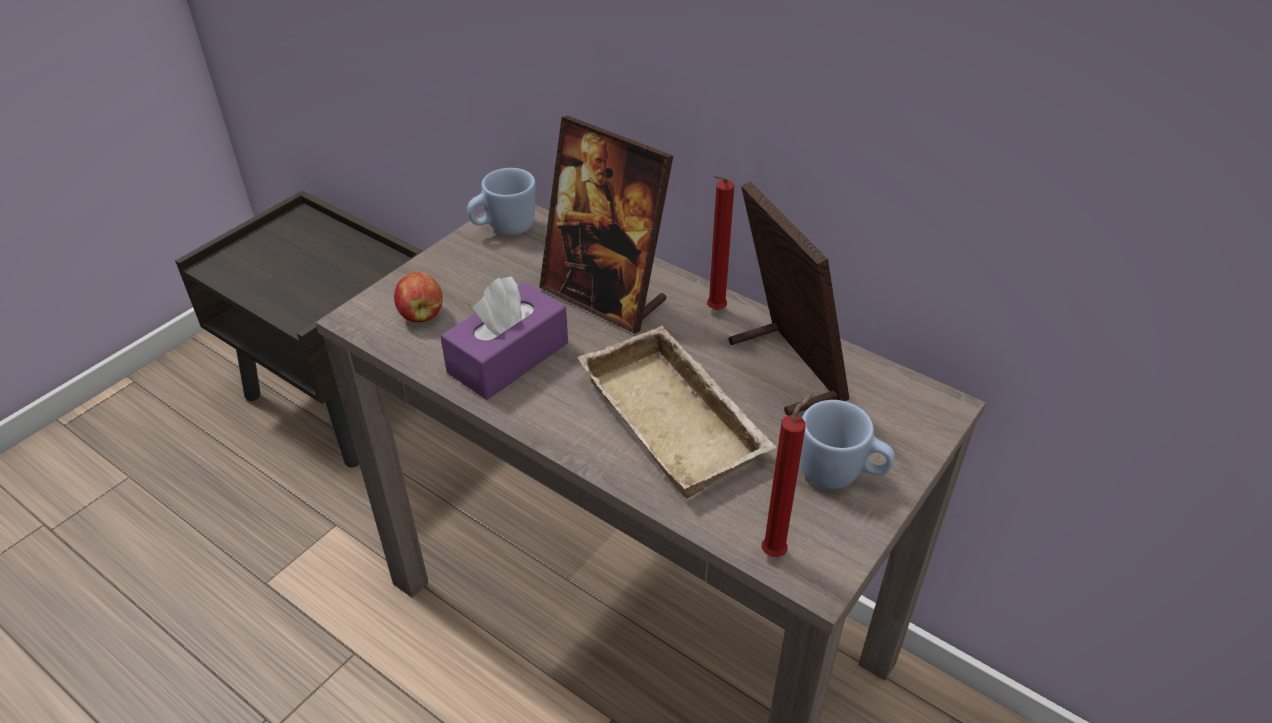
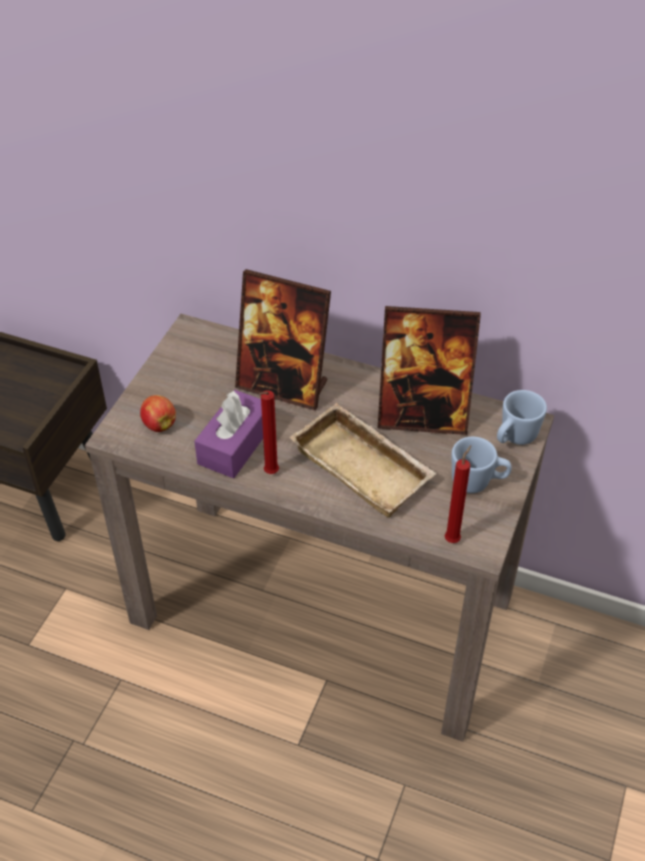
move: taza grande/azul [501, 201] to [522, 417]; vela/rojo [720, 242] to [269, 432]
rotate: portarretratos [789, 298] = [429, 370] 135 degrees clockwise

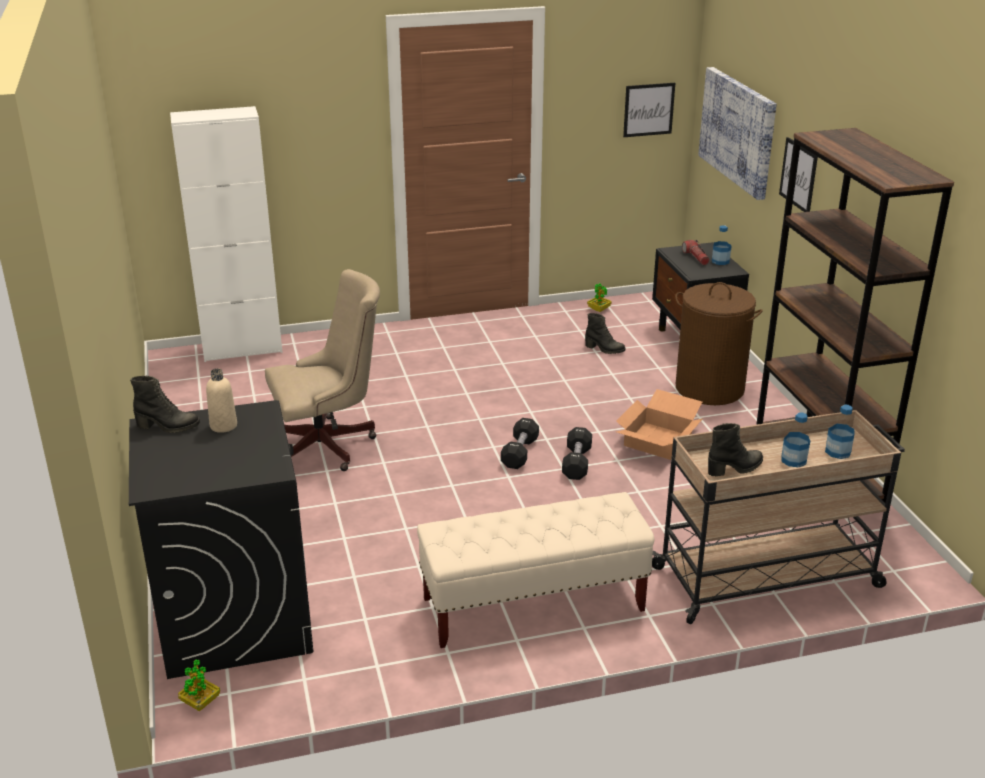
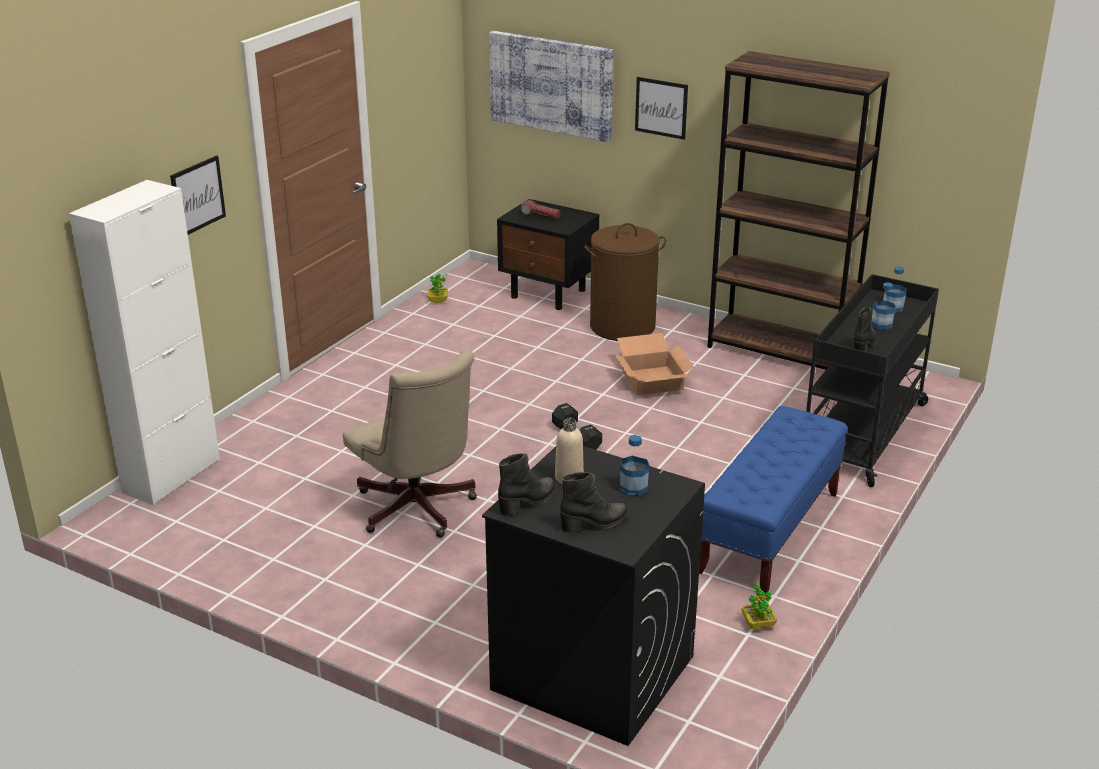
delete: mancuerna/negro [577, 453]
move: planta en maceta [199, 685] to [759, 606]; bota/negro [605, 333] to [594, 502]; cuadro [649, 110] to [198, 195]; botella [722, 245] to [634, 465]
recolor: banco/beis [535, 570] to banco/azul [773, 499]; carrito/beis [778, 517] to carrito/negro [872, 380]
rotate: silla de oficina/beis [322, 370] = [410, 443] 120 degrees clockwise

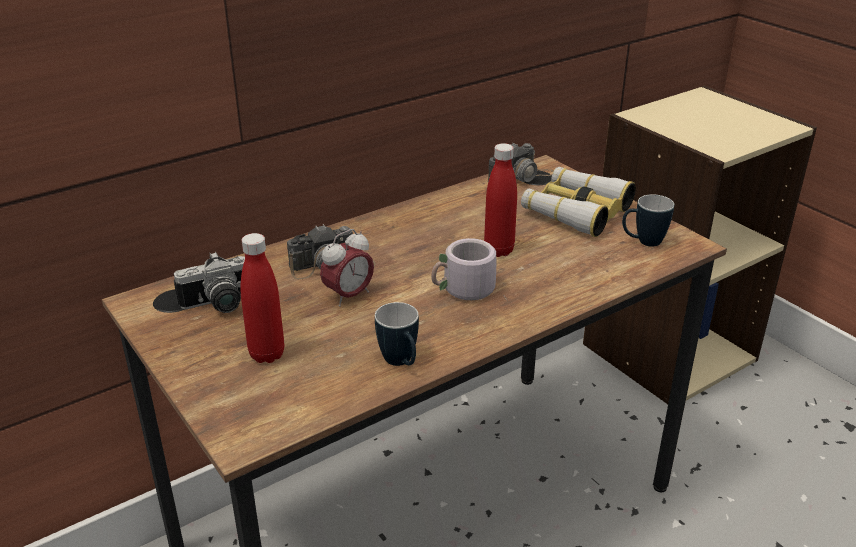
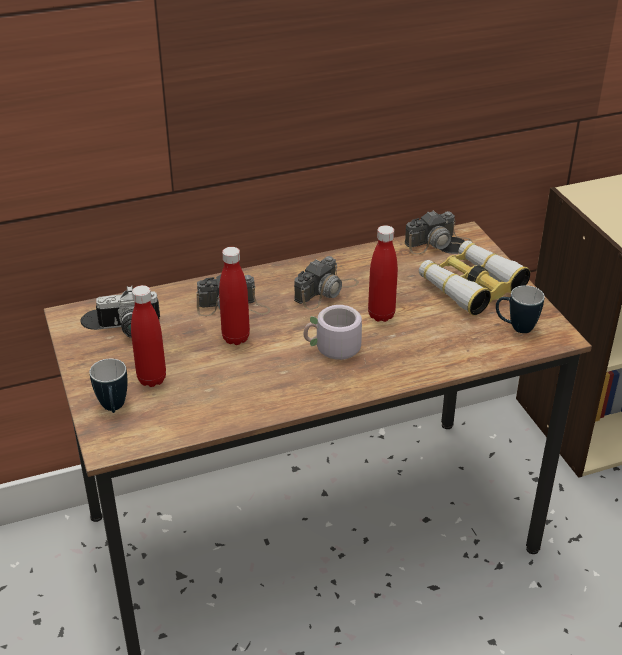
insert: cámara [326, 283]
move: taza grande [397, 334] to [108, 386]
replace: despertador [347, 268] to botella/rojo [234, 296]

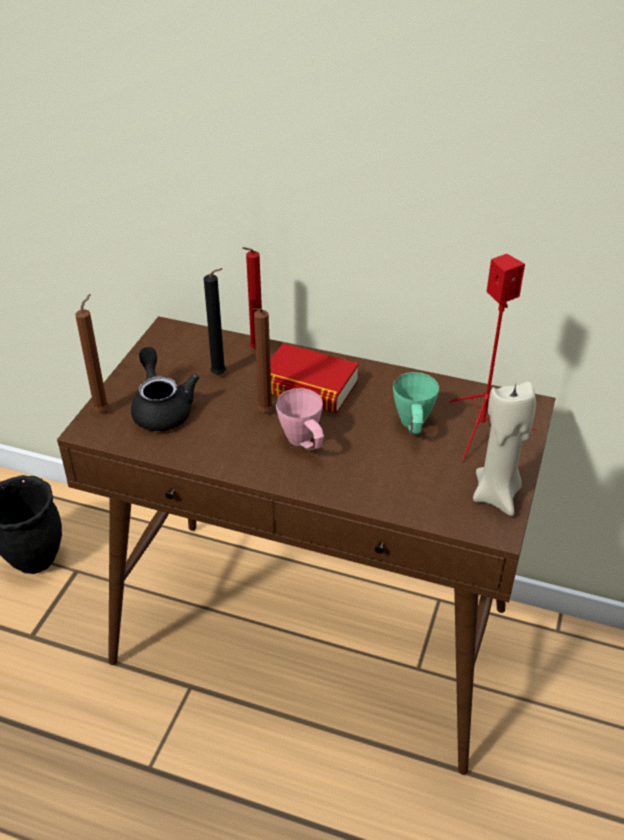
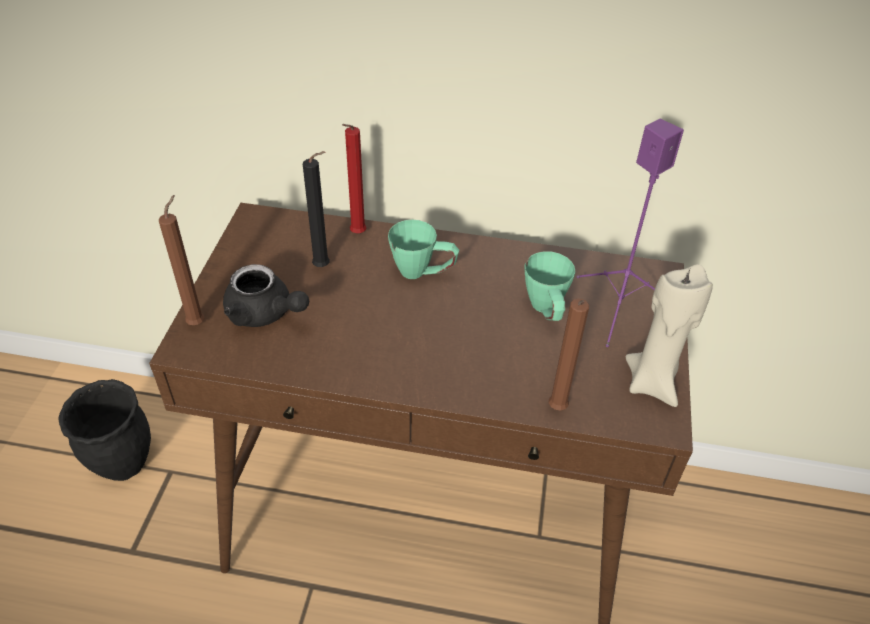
delete: taza grande/rosa [300, 419]
move: vela/marrón [263, 360] to [569, 355]
replace: libro [314, 378] to taza grande/verde [423, 249]
recolor: altavoz/rojo [492, 358] to altavoz/morado [630, 233]
rotate: tetera/negro [165, 389] = [266, 295] 150 degrees clockwise

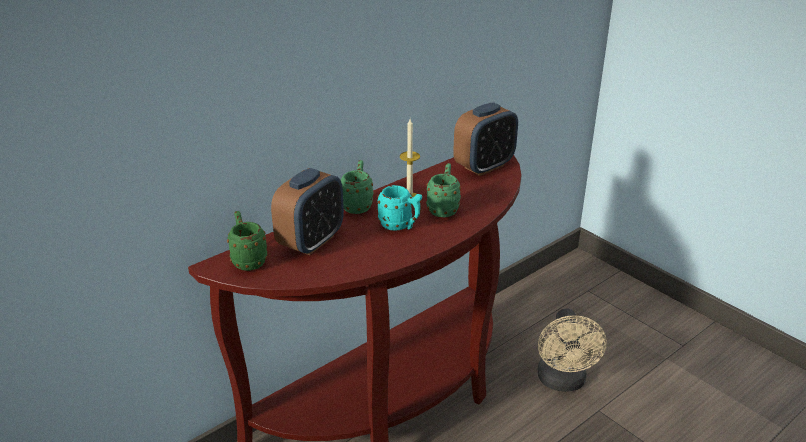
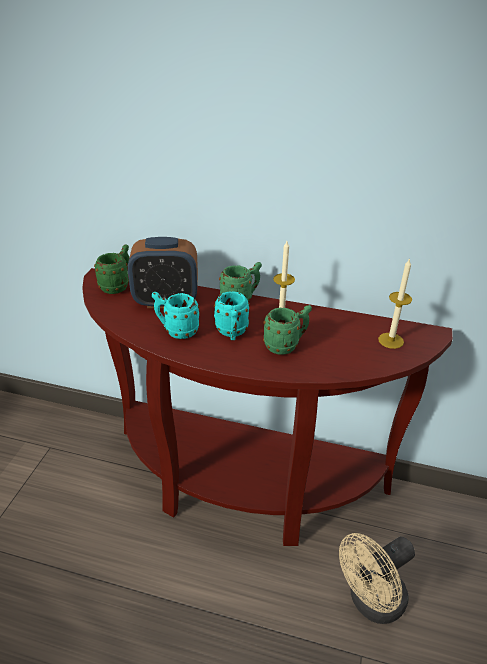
insert: taza grande/turquesa [176, 315]
replace: despertador [485, 139] to vela [395, 303]

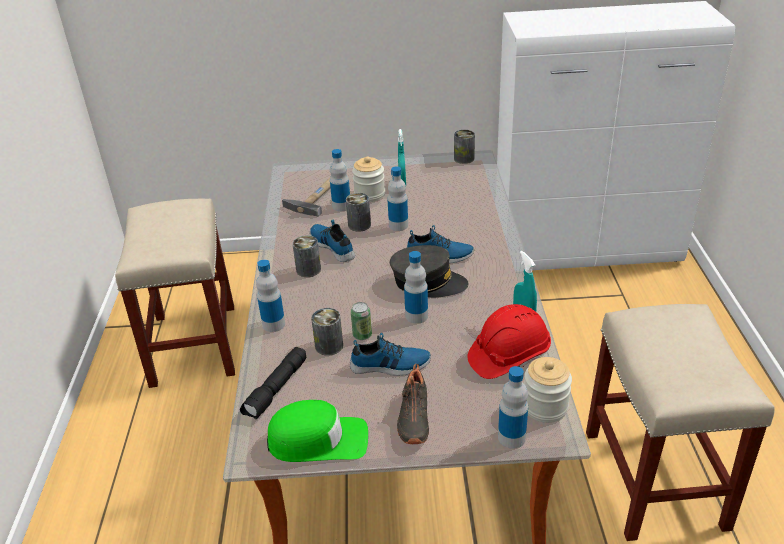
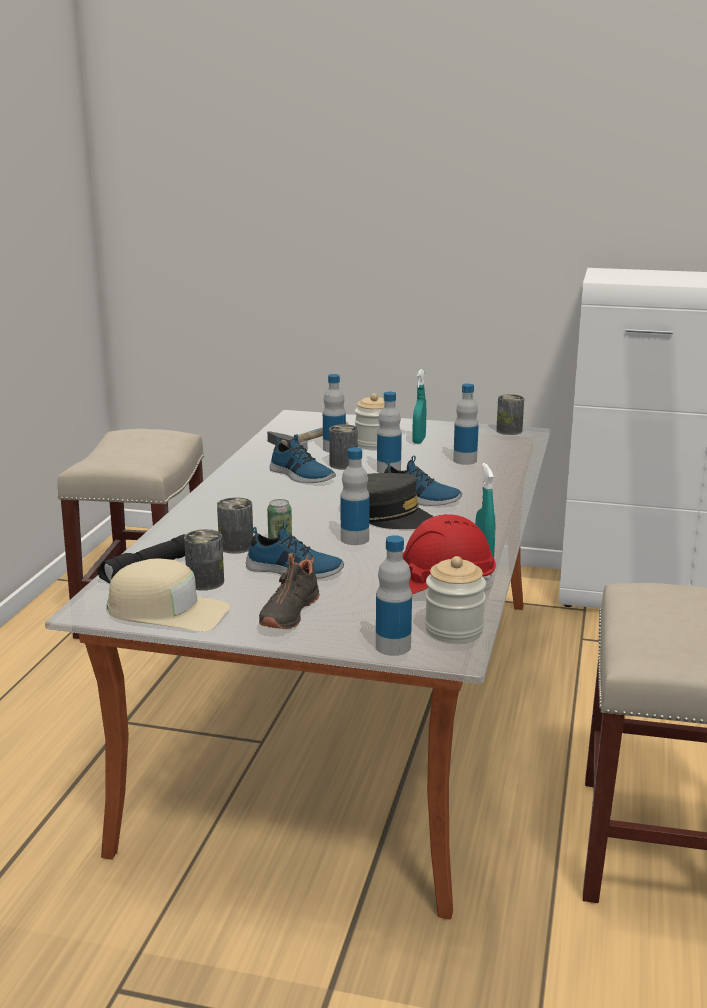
move: botella [270, 296] to [466, 424]; lata [306, 256] to [204, 559]
recolor: gorra/verde [317, 431] to gorra/beis [169, 595]
rotate: zapato [332, 241] = [303, 458] 150 degrees clockwise

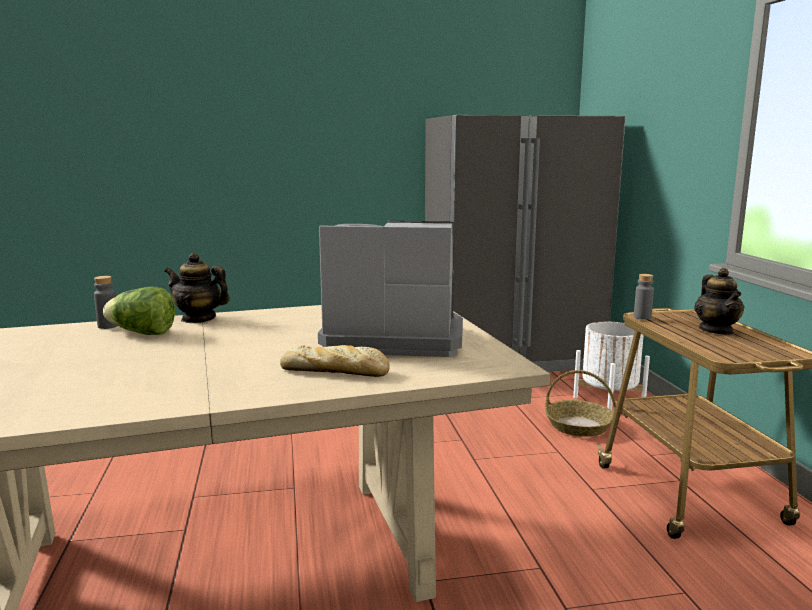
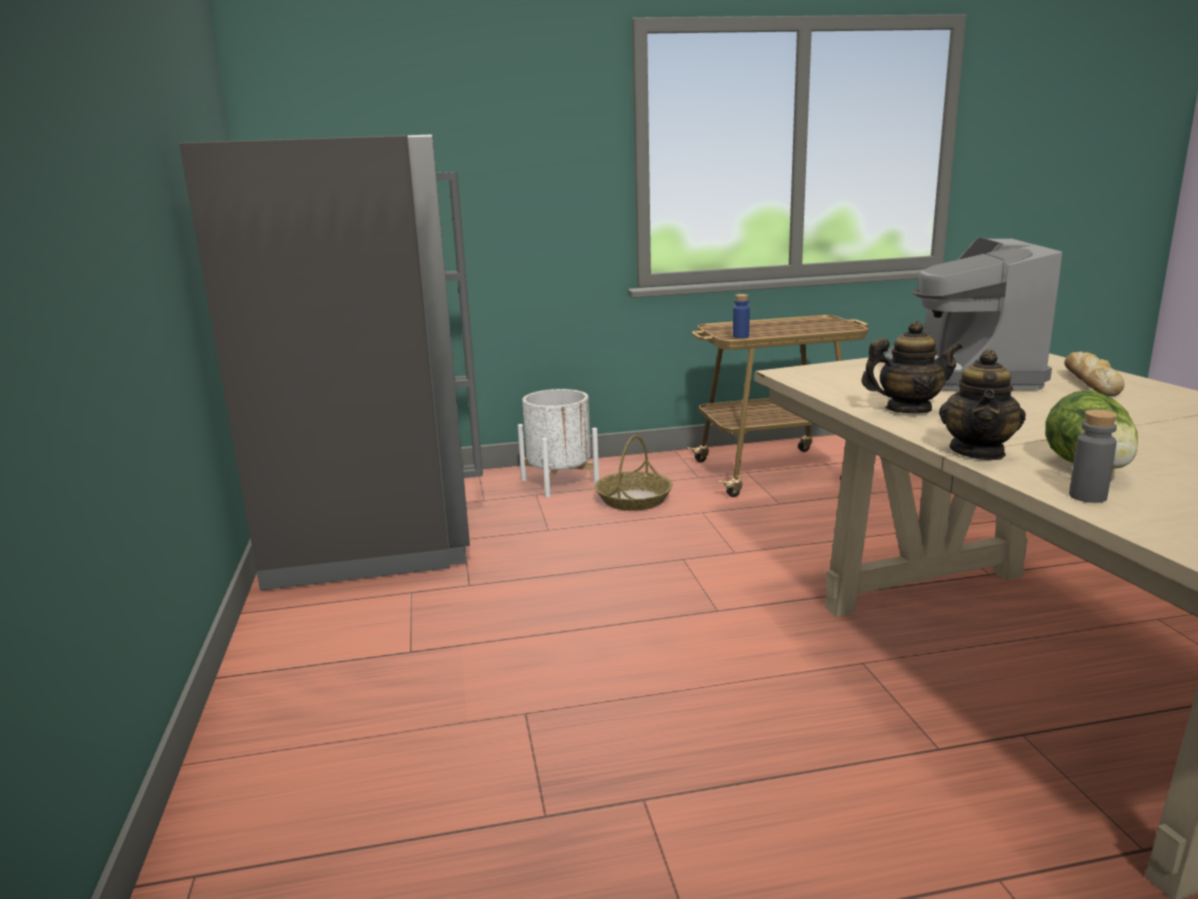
move: tetera [719, 301] to [912, 367]
recolor: botella/gris [644, 297] to botella/azul [741, 316]

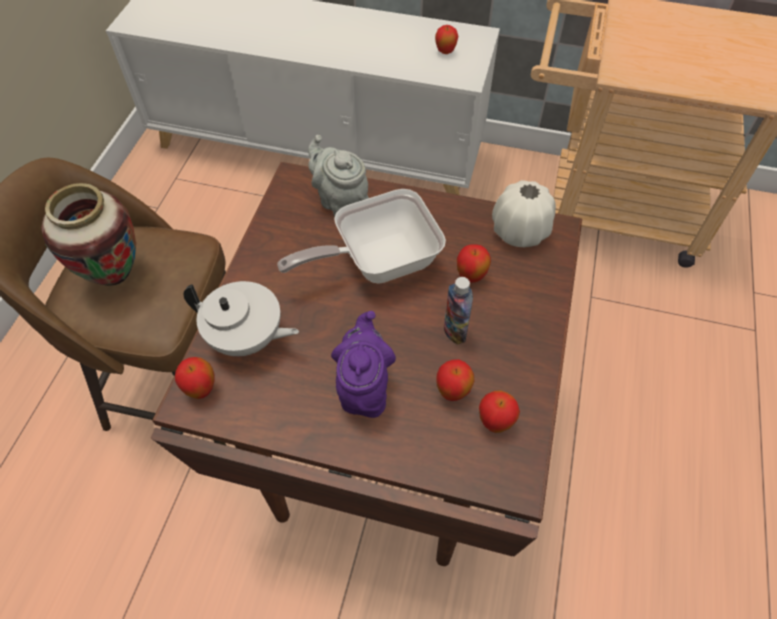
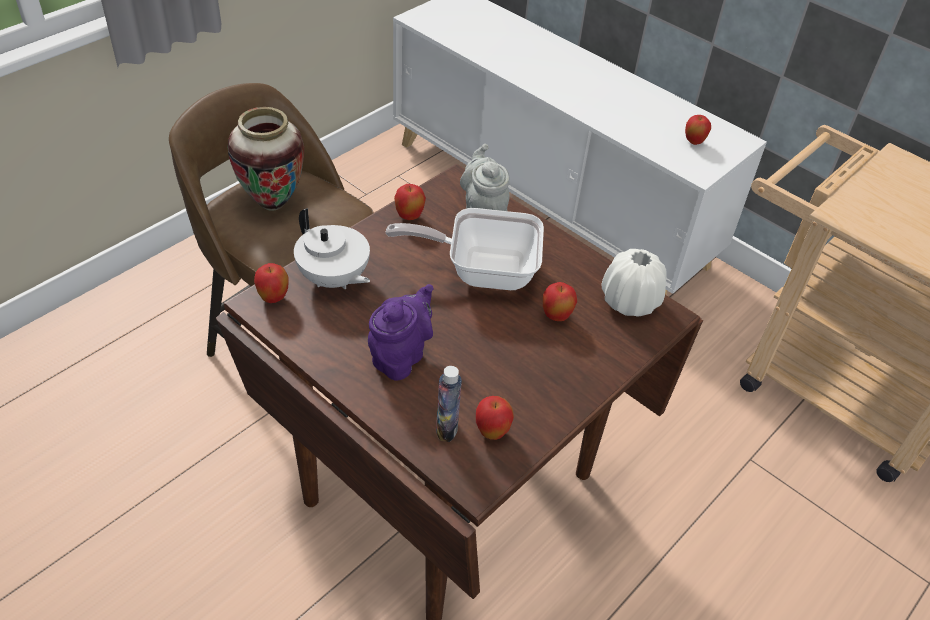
move: manzana [455, 380] to [410, 202]; botella [458, 311] to [449, 404]

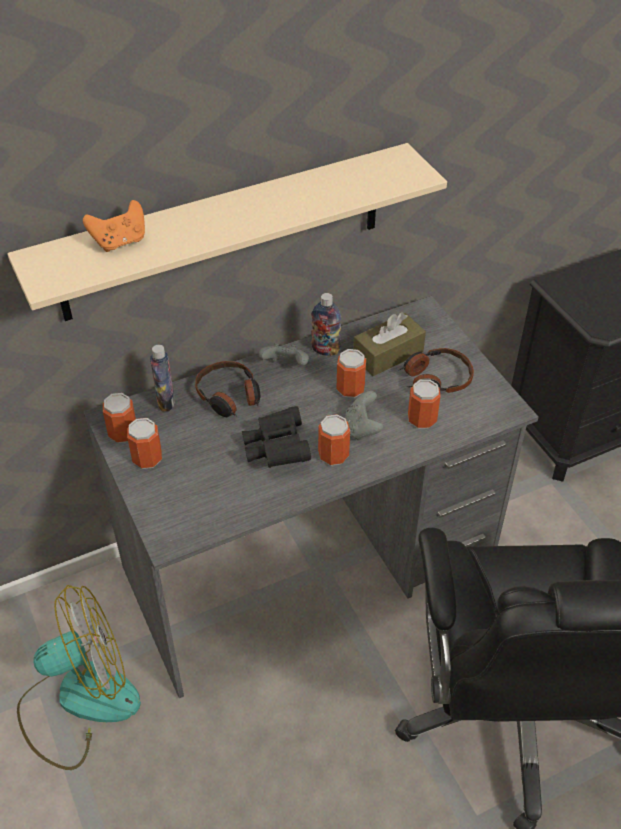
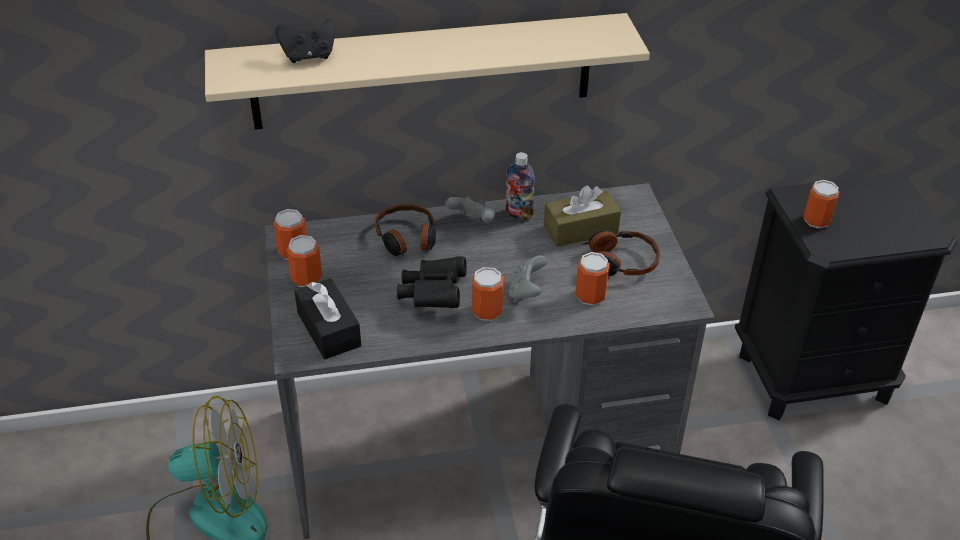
delete: botella [162, 378]
insert: caja de pañuelos/negro [327, 318]
move: lata [351, 373] to [821, 204]
recolor: mando de consola/naranja [114, 226] to mando de consola/negro [305, 41]

